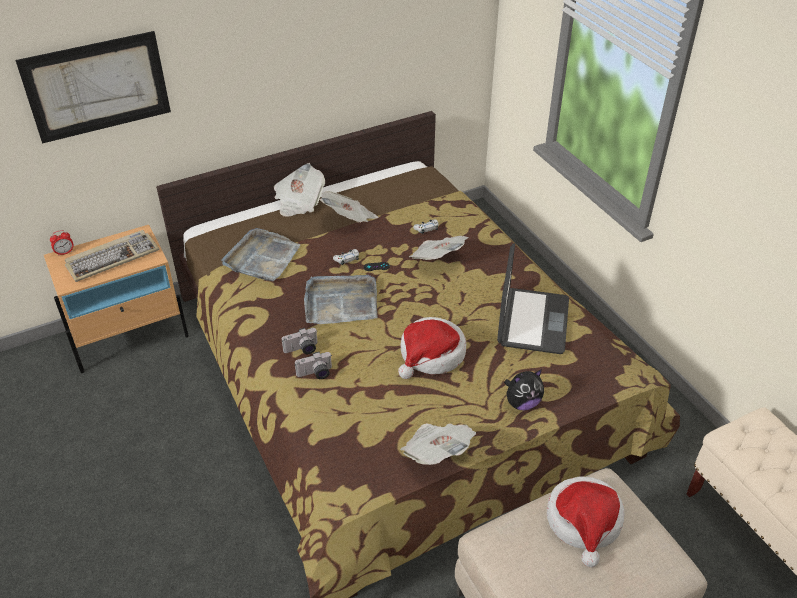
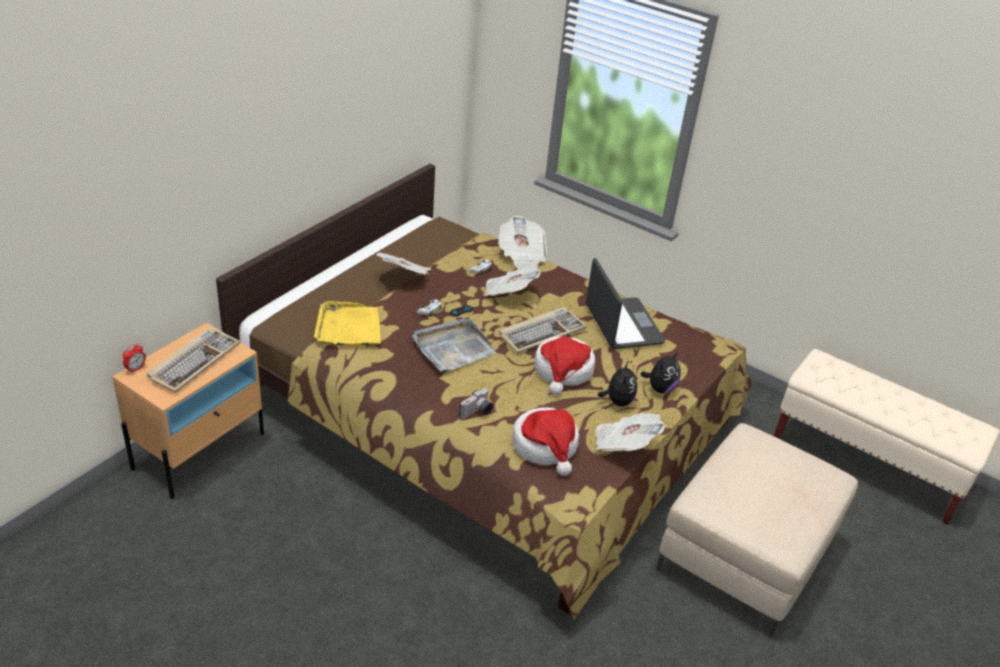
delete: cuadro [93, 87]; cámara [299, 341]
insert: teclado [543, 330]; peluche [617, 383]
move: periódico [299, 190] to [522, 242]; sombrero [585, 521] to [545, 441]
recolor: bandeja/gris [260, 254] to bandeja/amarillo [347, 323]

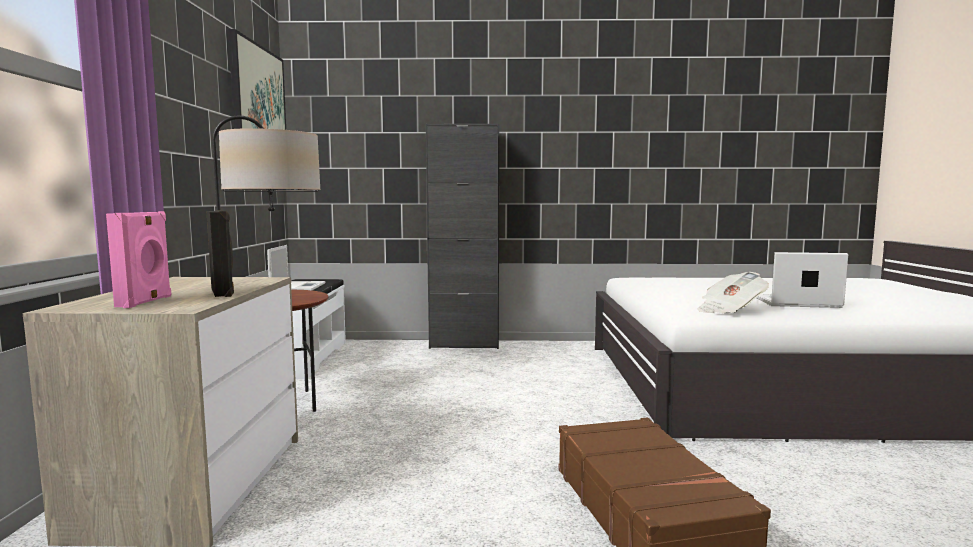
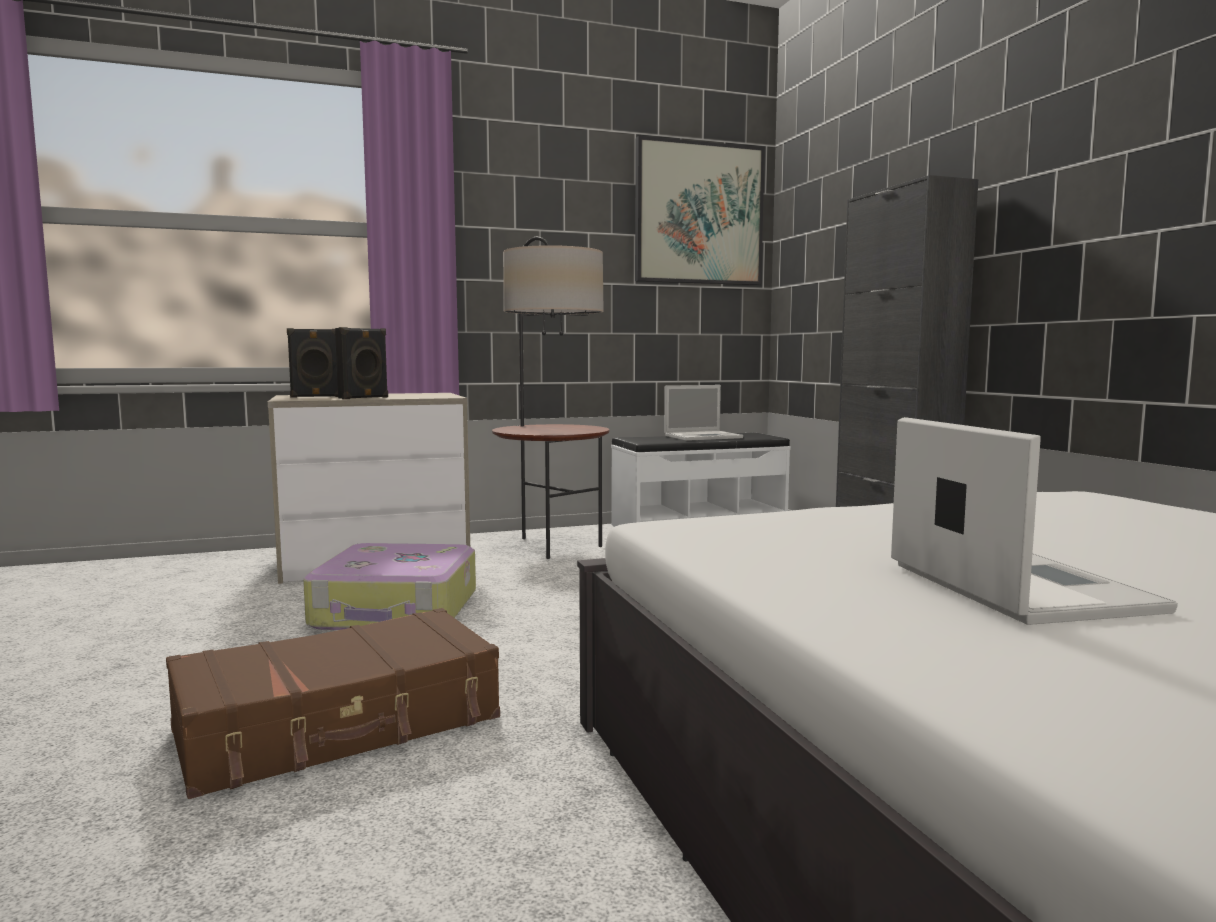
delete: periódico [733, 292]
insert: maleta [389, 586]
recolor: altavoz/rosa [138, 259] to altavoz/negro [312, 363]

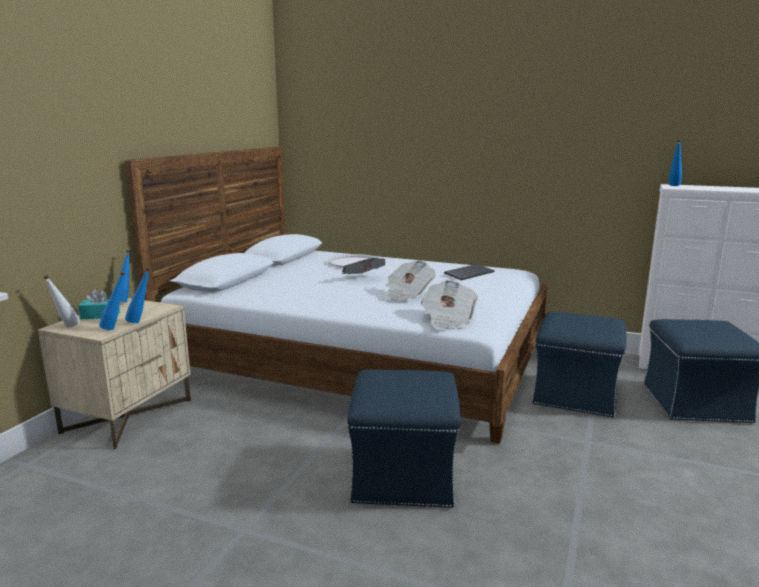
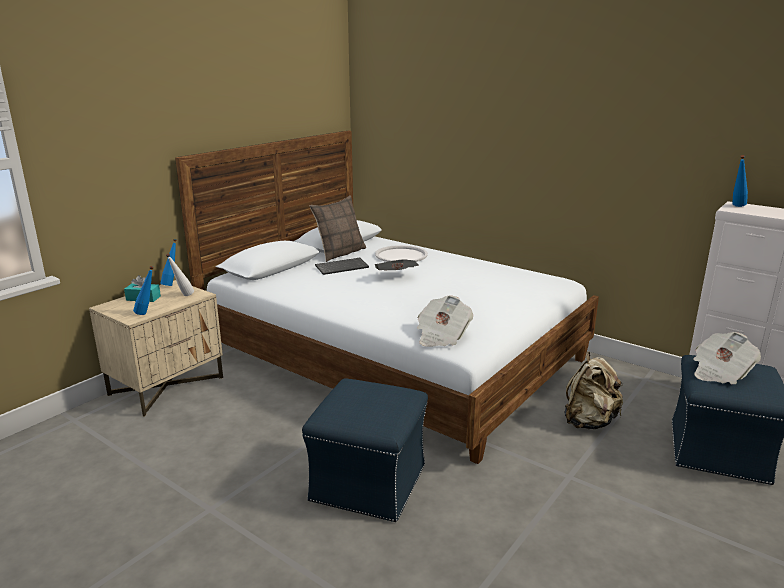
delete: botella/azul [138, 295]
insert: cojín [338, 228]
move: botella/blanco [61, 301] to [180, 274]; periódico [410, 280] to [727, 358]; teclado [469, 272] to [342, 266]
replace: puf/azul [579, 365] to mochila/beis [594, 390]

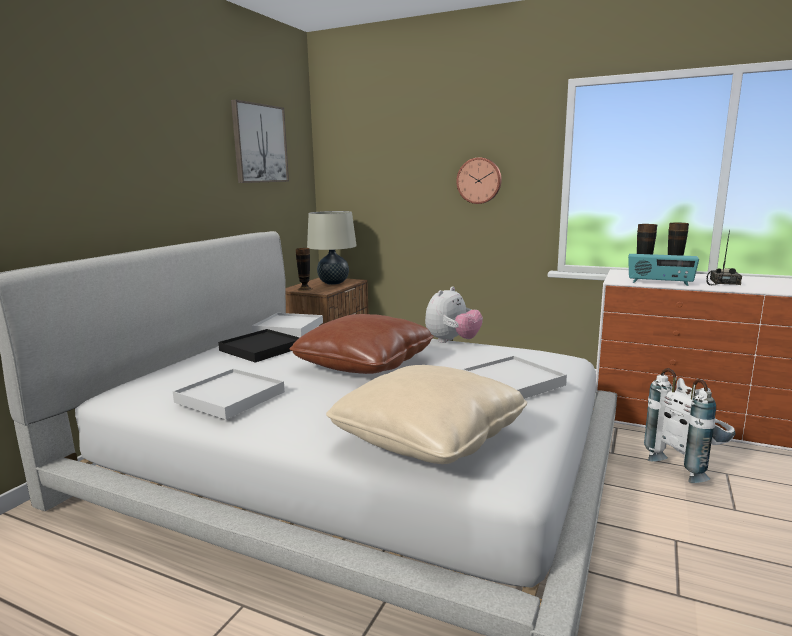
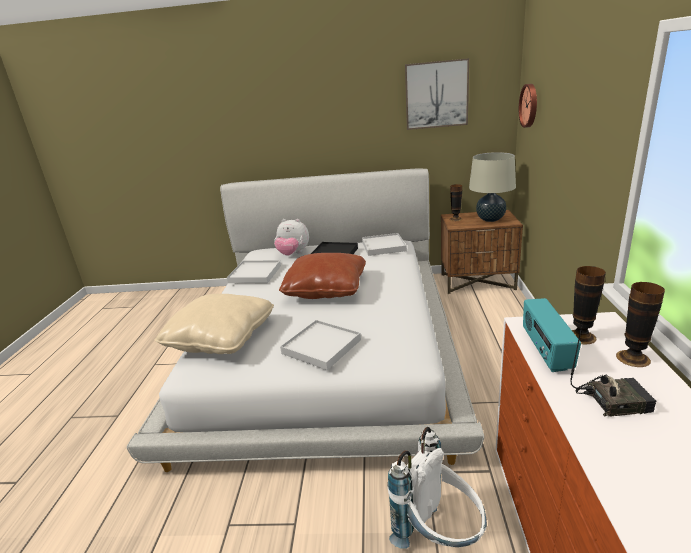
move: peluche [454, 314] to [291, 237]; reloj de pared [479, 180] to [528, 106]

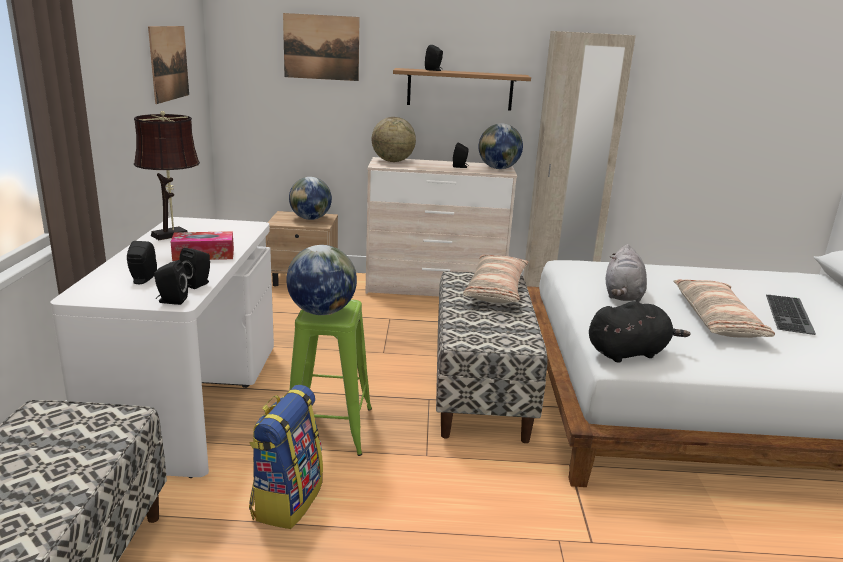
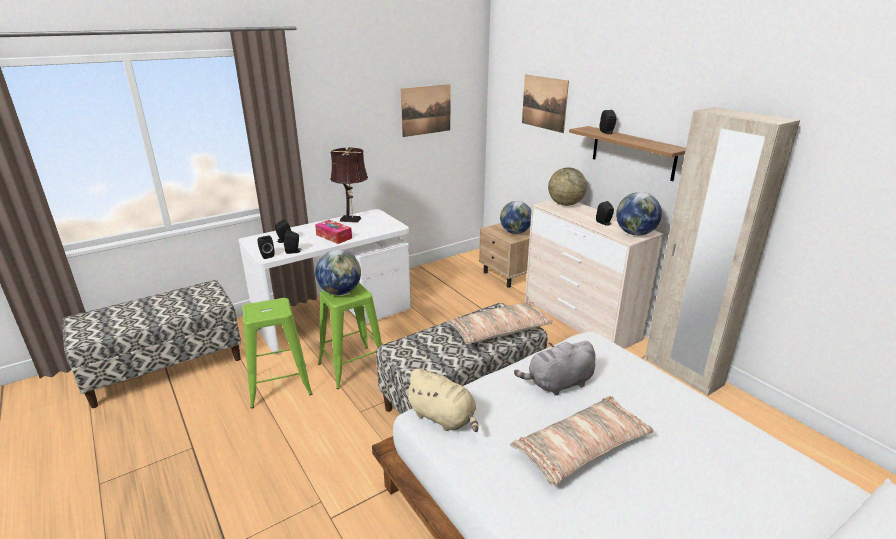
delete: teclado [791, 315]
replace: mochila [286, 457] to taburete/verde [277, 353]
recolor: peluche/negro [640, 332] to peluche/beis [440, 400]

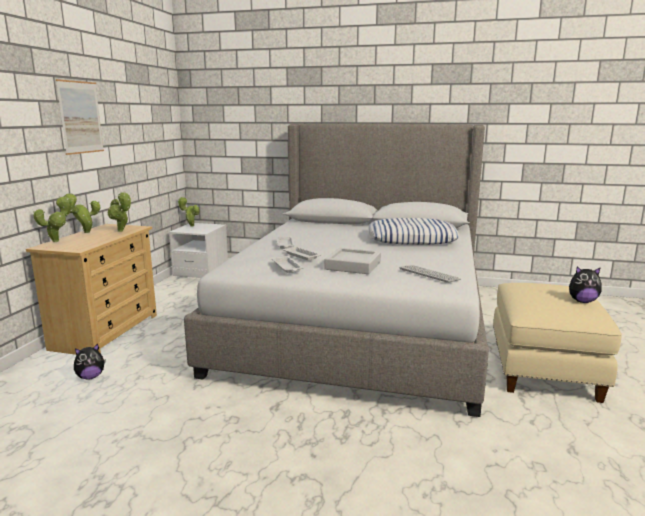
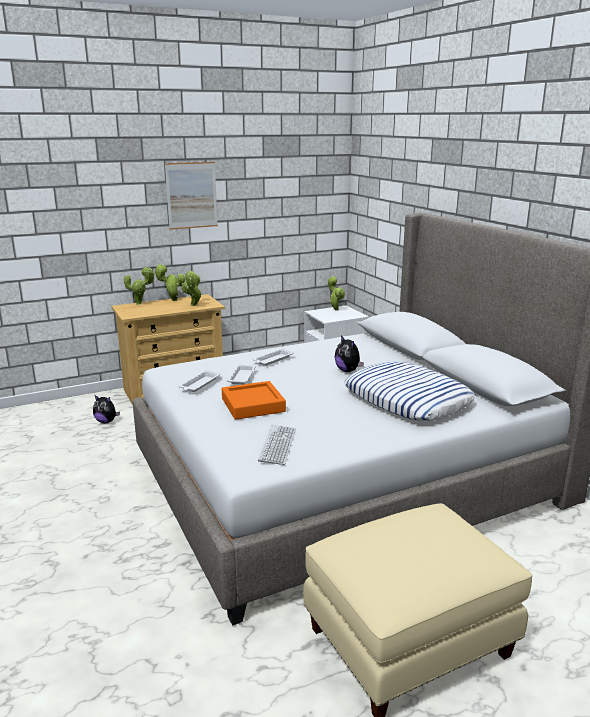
move: peluche [585, 285] to [349, 353]
recolor: bandeja/gris [352, 261] to bandeja/naranja [254, 400]

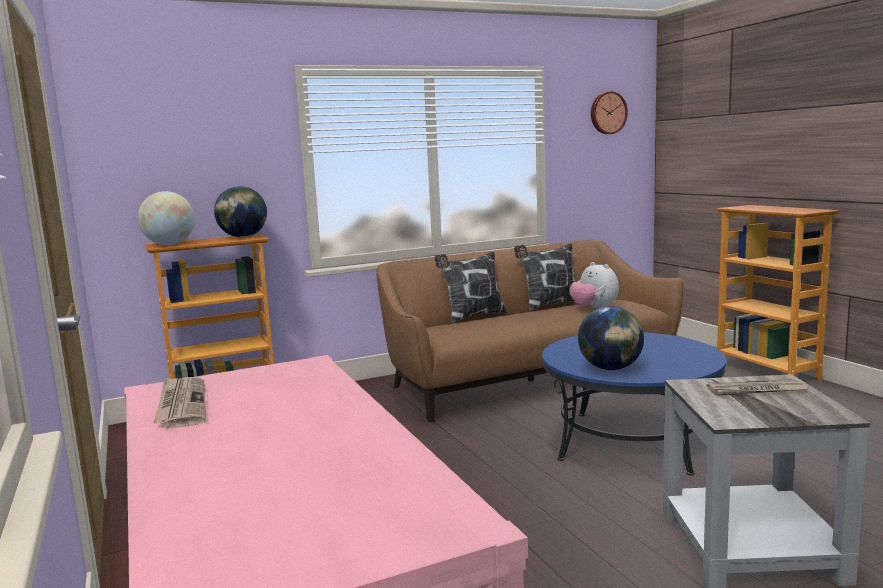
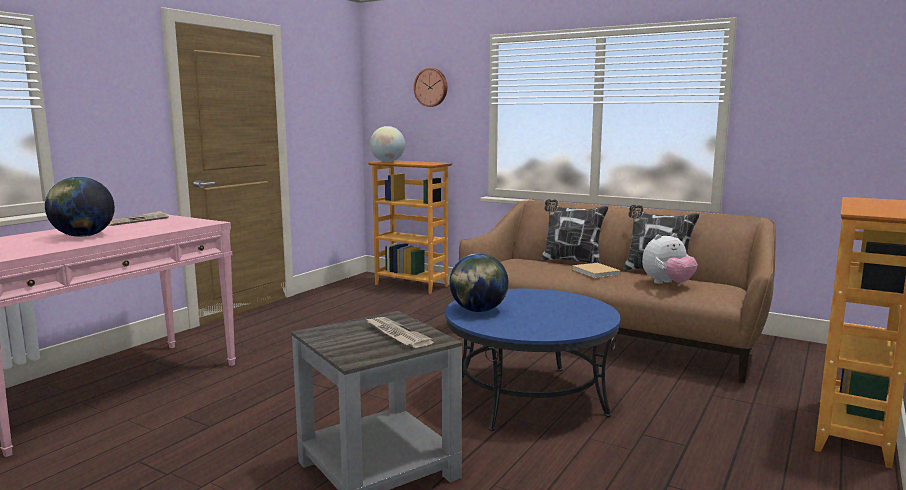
insert: libro/beis [596, 270]
move: globo terráqueo [240, 211] to [80, 207]; reloj de pared [609, 112] to [430, 87]
rotate: peluche [594, 285] = [670, 258] 135 degrees counterclockwise

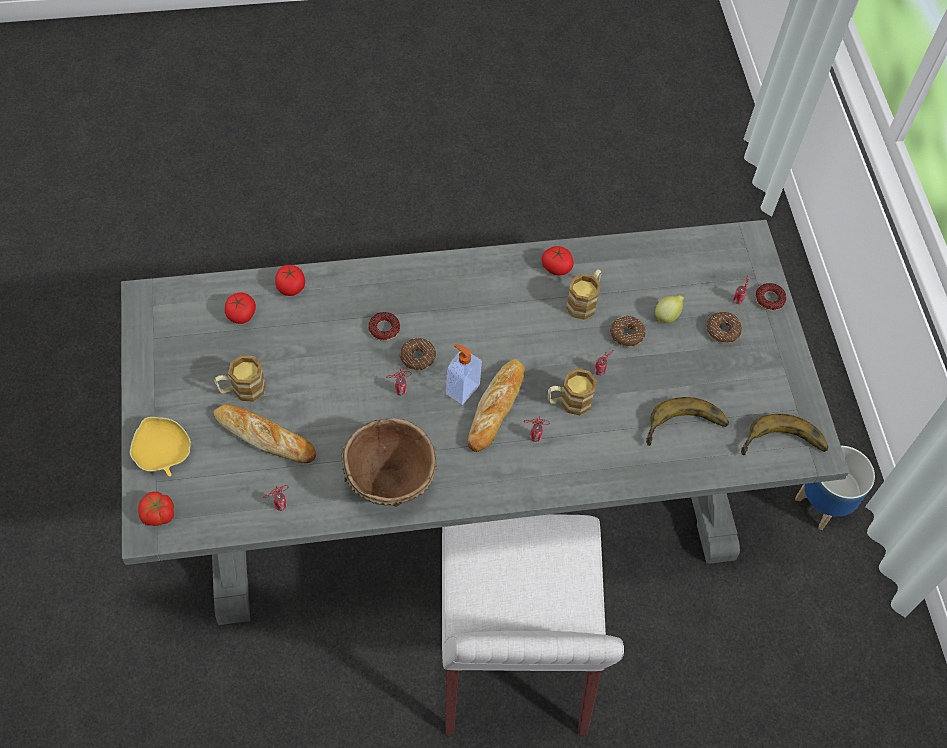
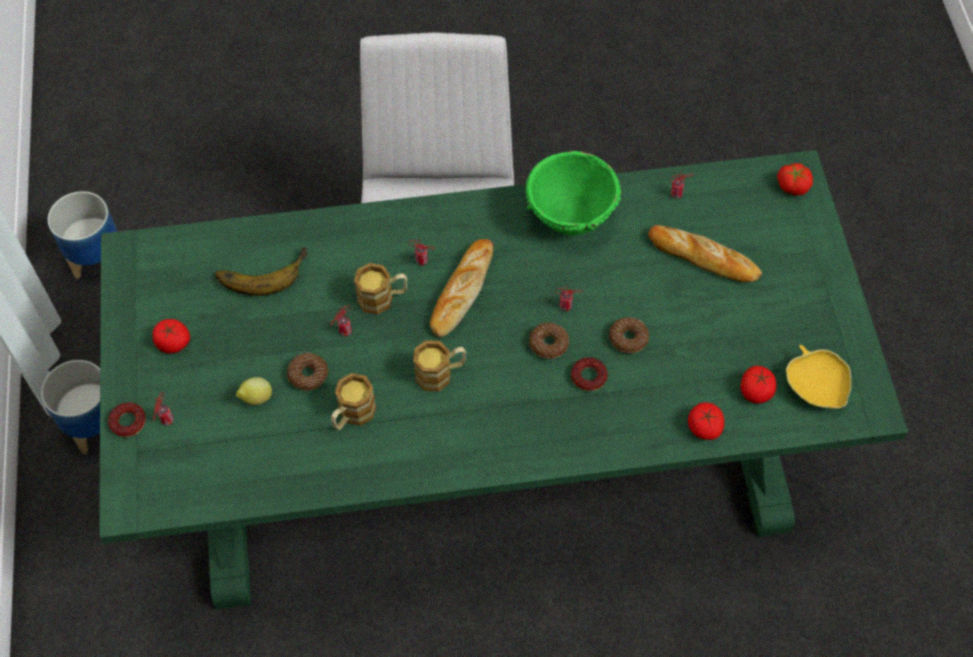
delete: dispensador de jabón [464, 374]; plátano [784, 434]
insert: maceta [83, 235]
move: cuenco/amarillo [160, 447] to [818, 377]; taza grande [240, 378] to [439, 366]; tomate [558, 261] to [171, 336]; rosquilla [724, 327] to [629, 335]
recolor: mesa de comedor/gris [485, 422] to mesa de comedor/verde [503, 379]; cuenco/marrón [389, 462] to cuenco/verde [573, 193]

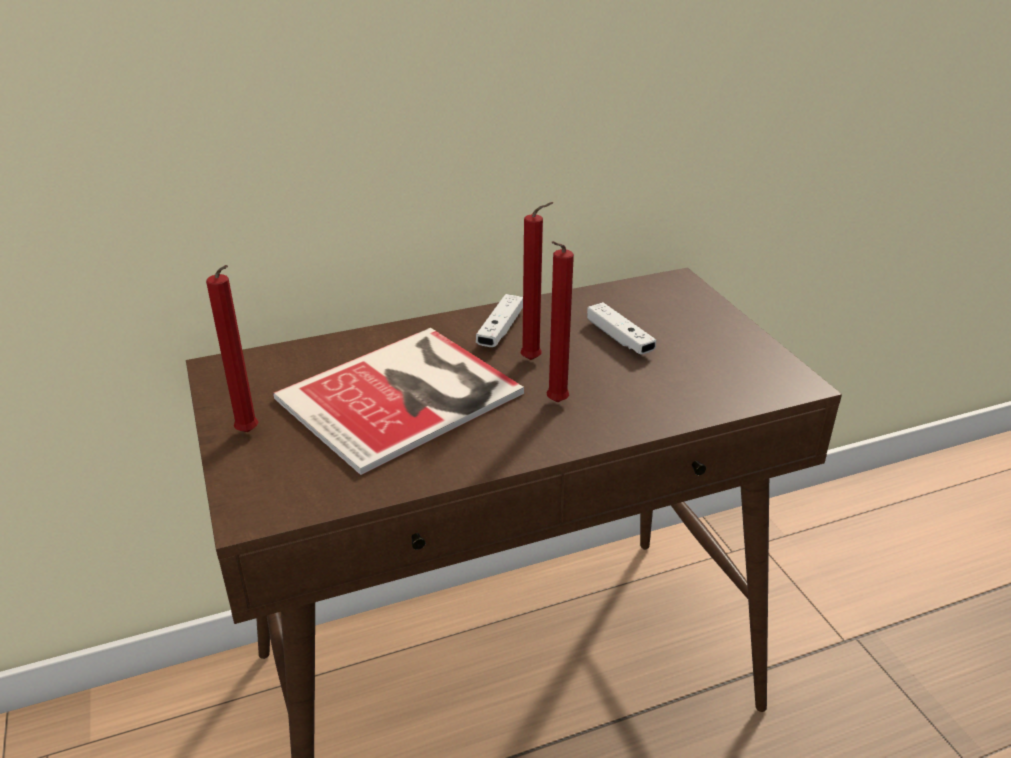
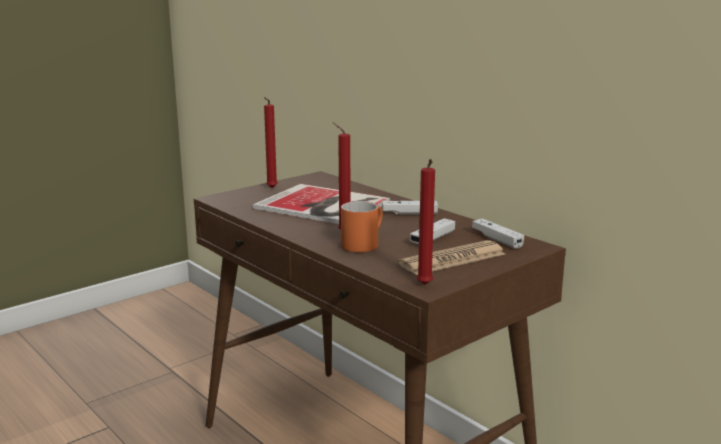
insert: taza grande/naranja [362, 226]; periódico [452, 257]; mando de consola/blanco [498, 234]
move: vela/rojo [536, 281] to [426, 222]

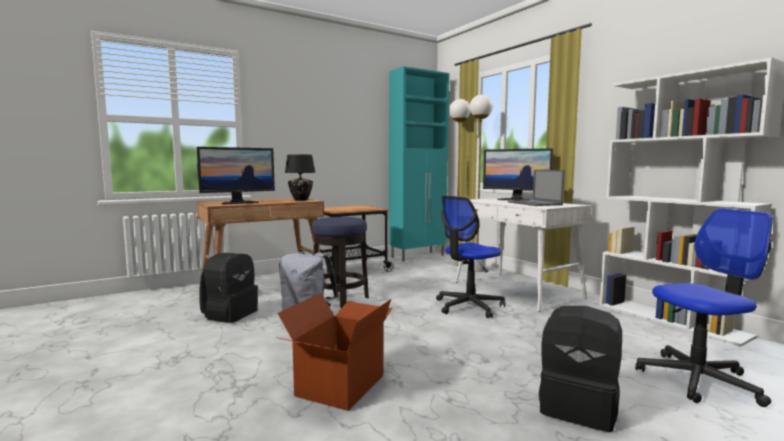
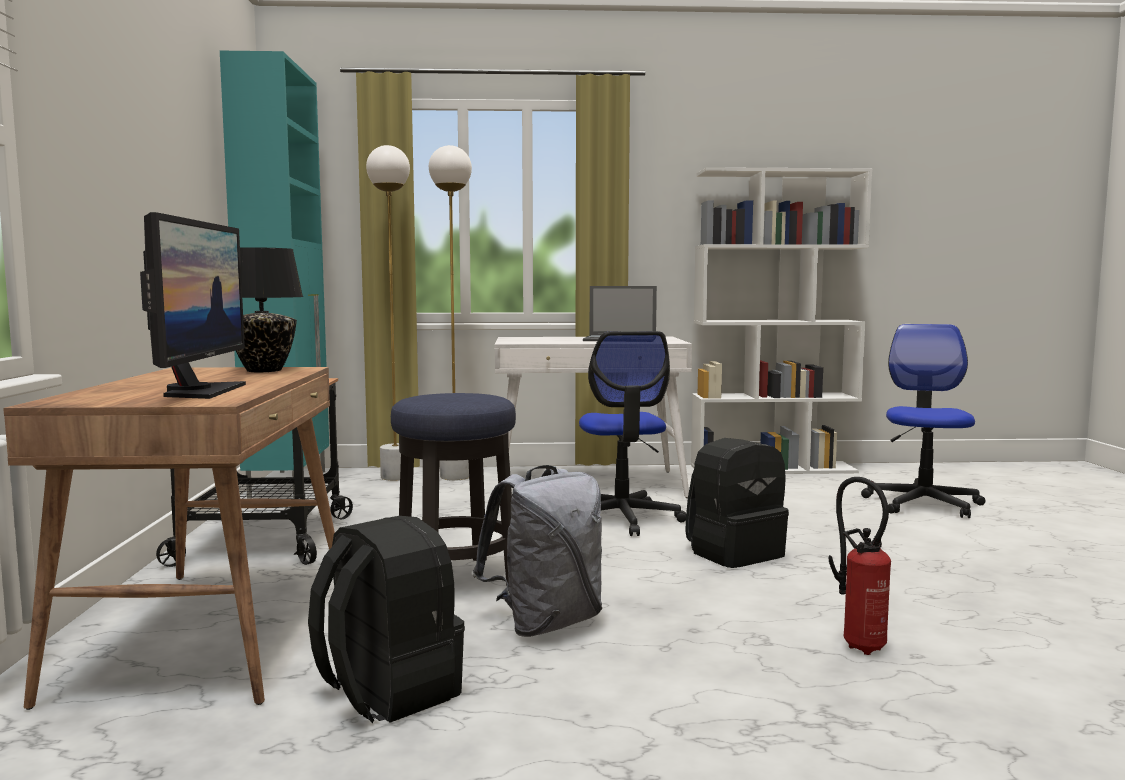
delete: monitor [518, 174]
move: mochila/negro [580, 369] to [737, 503]
replace: caja de cartón [334, 352] to extintor [860, 566]

